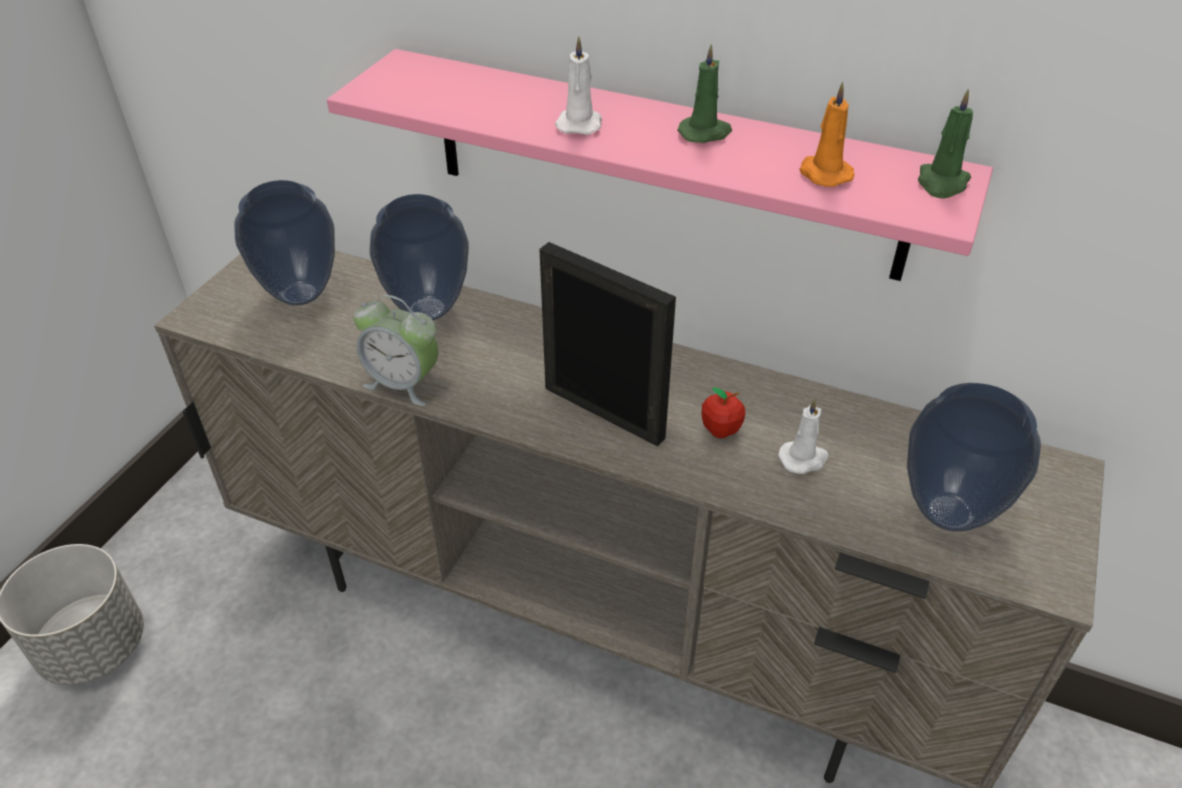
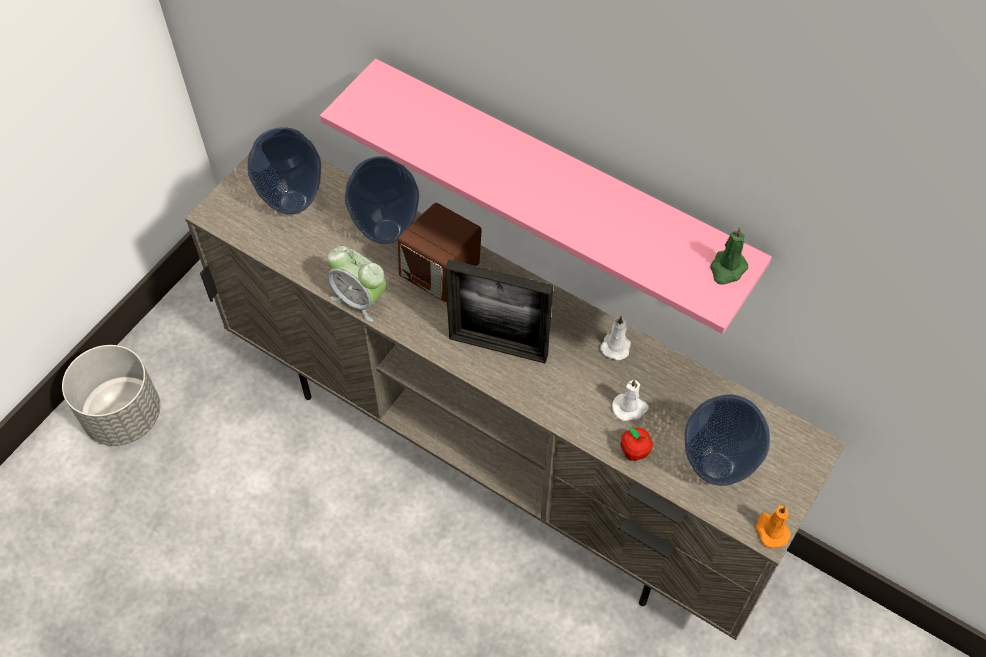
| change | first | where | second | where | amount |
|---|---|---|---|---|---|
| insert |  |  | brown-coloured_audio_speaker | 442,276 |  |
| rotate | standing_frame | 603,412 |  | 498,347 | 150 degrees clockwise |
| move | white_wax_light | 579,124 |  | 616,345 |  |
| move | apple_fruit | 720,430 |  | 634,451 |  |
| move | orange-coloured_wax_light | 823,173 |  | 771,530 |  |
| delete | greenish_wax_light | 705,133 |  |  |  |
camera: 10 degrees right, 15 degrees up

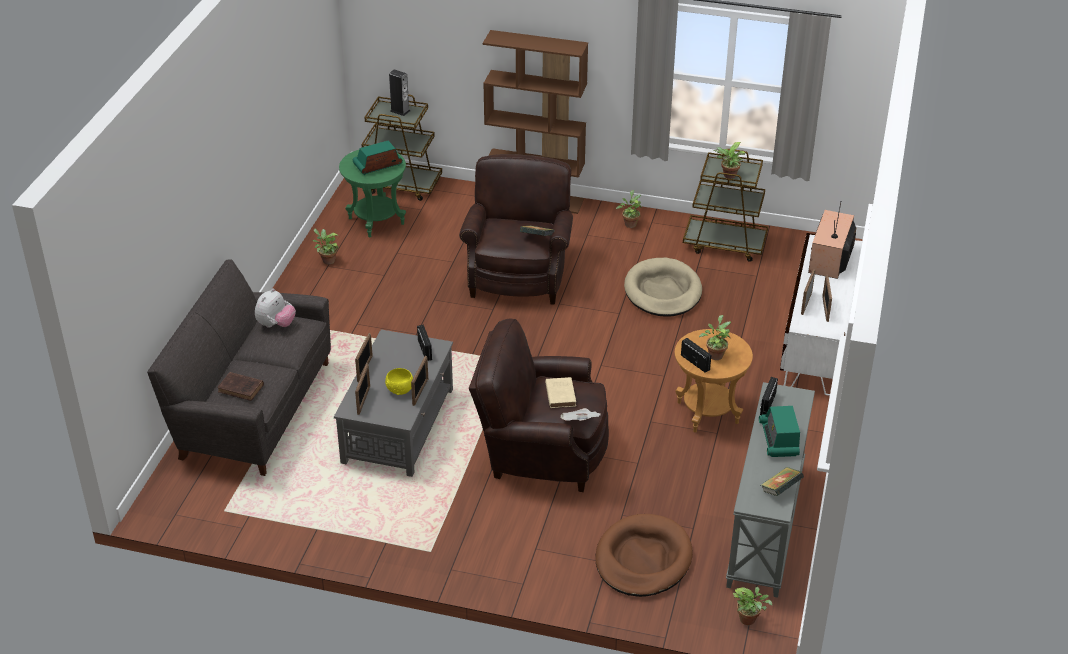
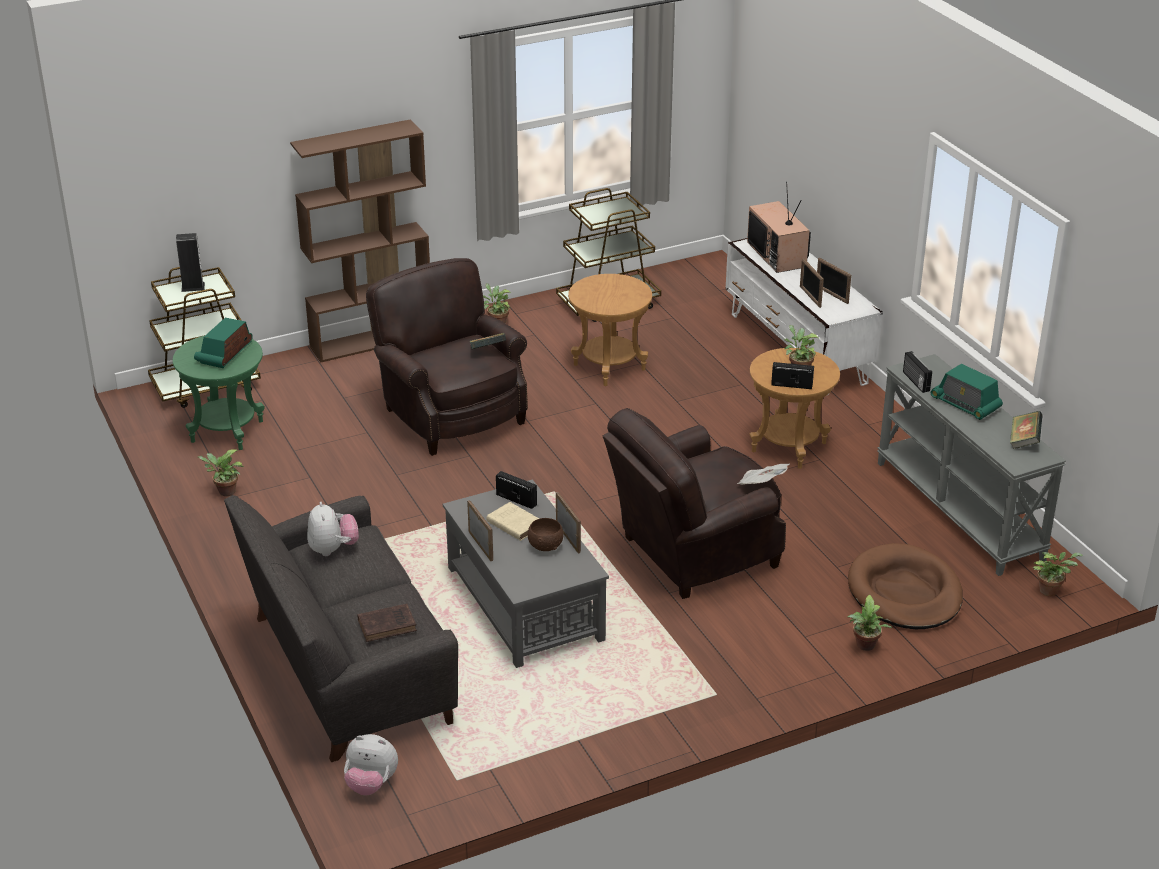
| change | first | where | second | where | amount |
|---|---|---|---|---|---|
| insert |  |  | soft_toy | 371,784 |  |
| move | beige-coloured_volume | 560,394 |  | 513,524 |  |
| recolor | yellowish_bowl | 400,390 | brown-coloured_bowl | 546,546 |  |
| replace | beige-coloured_dog_cushion | 662,291 | brown-coloured_side_table | 609,367 |  |
| move | plant_in_a_pot | 728,176 |  | 865,647 |  |
| delete | standing_frame | 363,400 |  |  |  |
camera: 40 degrees left, 5 degrees down

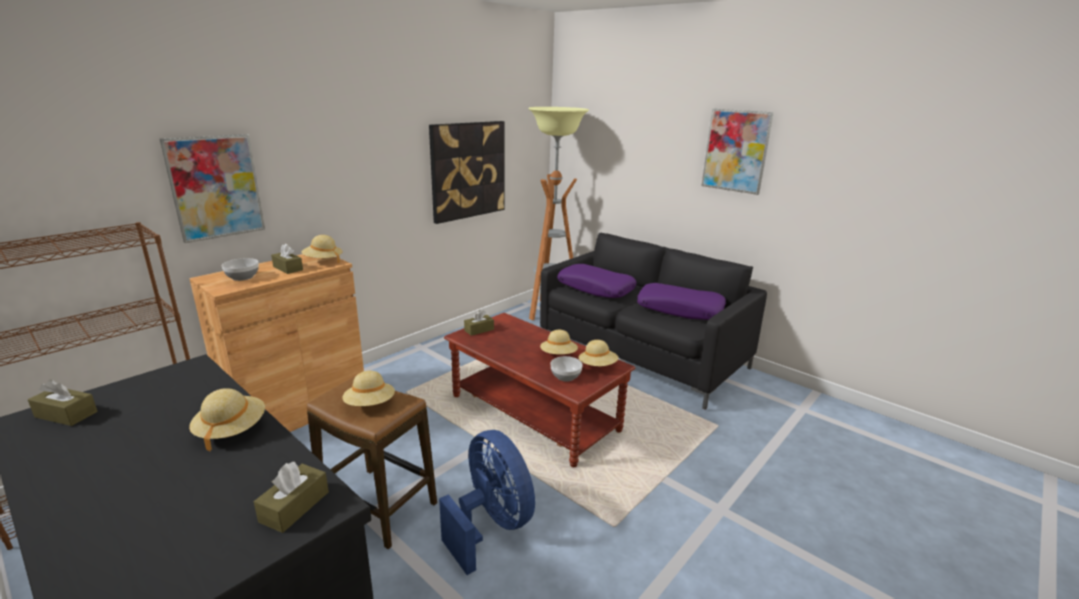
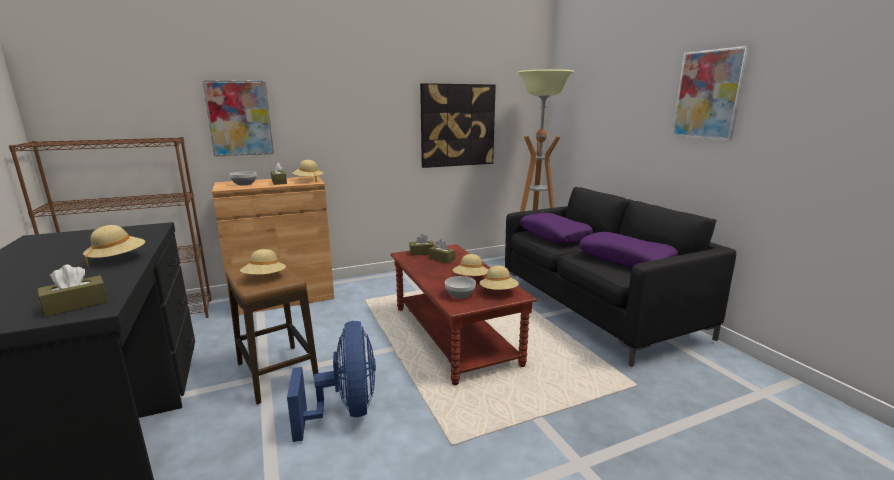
| change | first | where | second | where | amount |
|---|---|---|---|---|---|
| move | brown-coloured_box_of_tissues | 66,414 |  | 442,259 |  |
camera: 25 degrees right, 5 degrees down

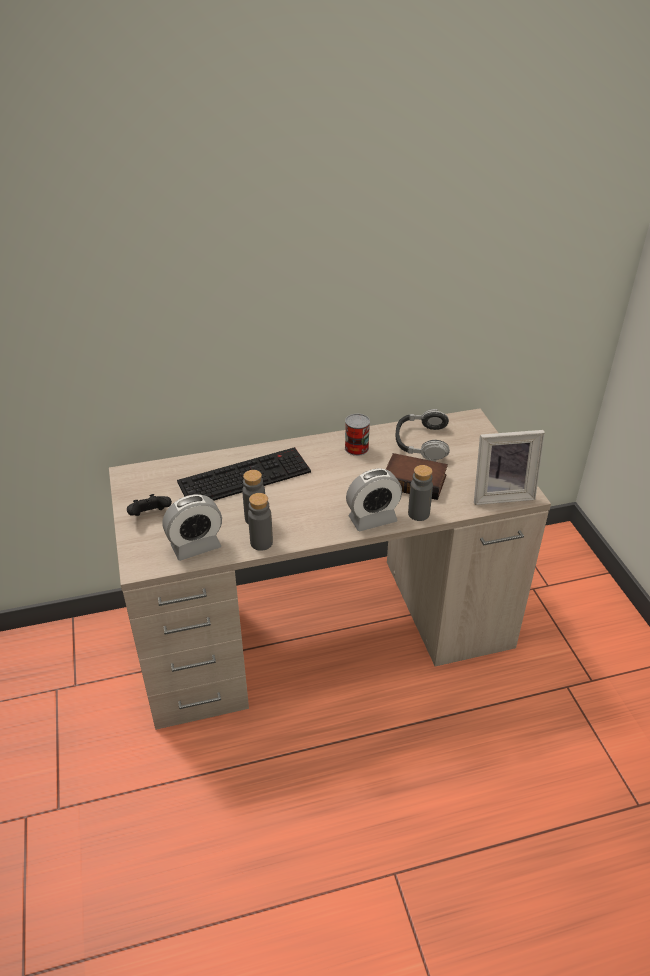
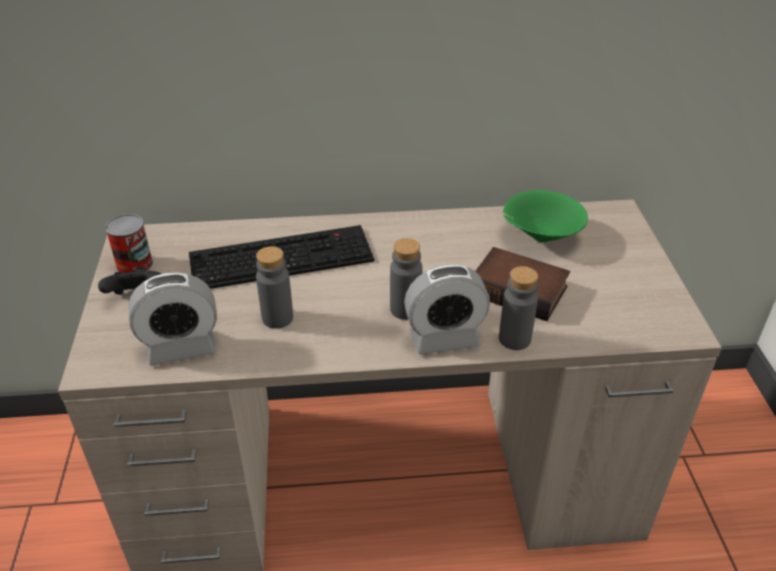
| change | first | where | second | where | amount |
|---|---|---|---|---|---|
| move | can | 356,448 |  | 134,265 |  |
| move | grey_drink_bottle | 261,542 |  | 405,309 |  |
| replace | pair_of_headphones | 421,442 | greenish_bowl | 540,237 |  |
| delete | standing_frame | 501,494 |  |  |  |
camera: 10 degrees right, 0 degrees up

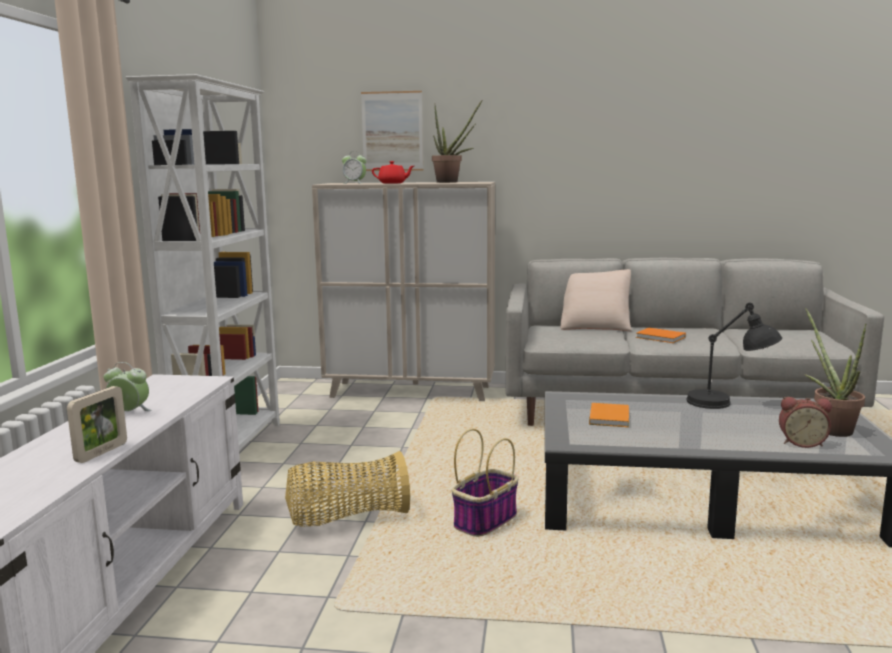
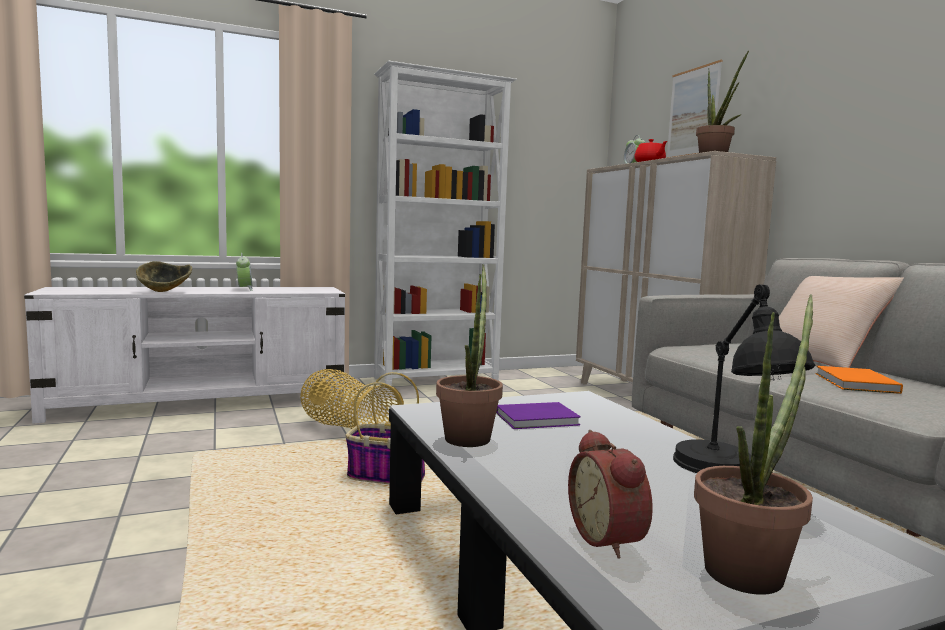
| change | first | where | second | where | amount |
|---|---|---|---|---|---|
| replace | standing_frame | 101,452 | bowl | 165,292 |  |
| insert |  |  | plant_in_a_pot | 469,436 |  |
| recolor | orange-coloured_volume | 610,417 | purplish_volume | 539,419 |  |
camera: 60 degrees right, 5 degrees down

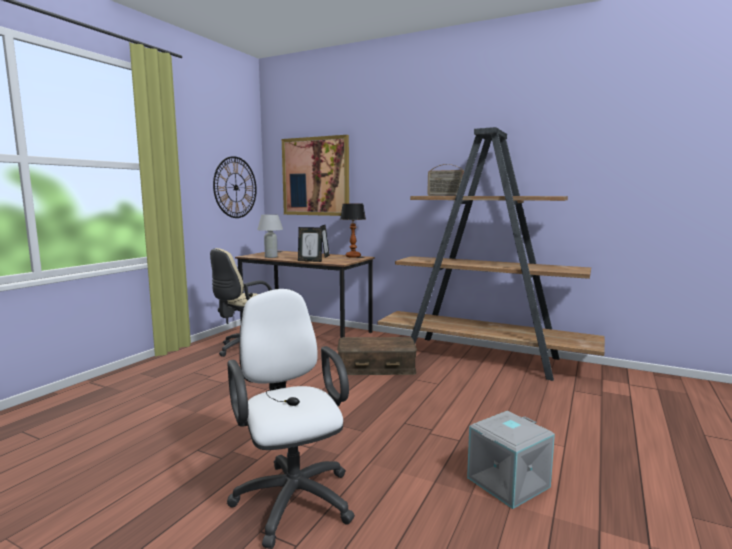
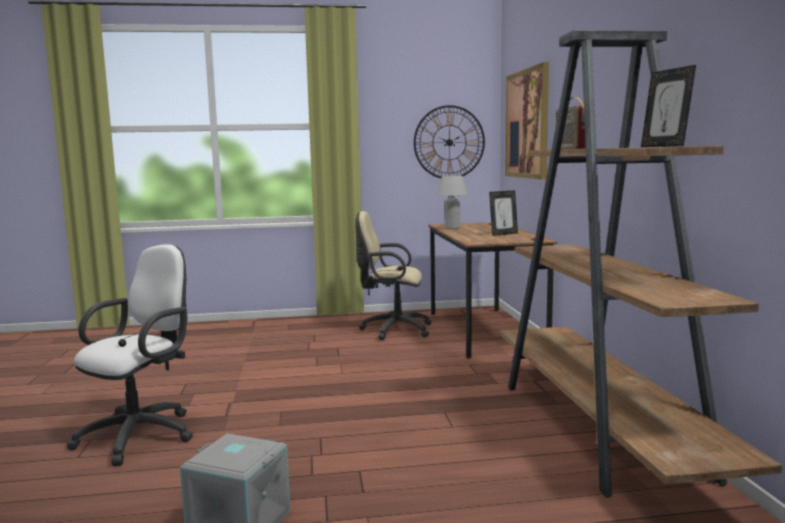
| change | first | where | second | where | amount |
|---|---|---|---|---|---|
| move | standing_frame | 310,261 |  | 664,146 |  |
| delete | brown-coloured_storage_container | 376,367 |  |  |  |
| delete | lamp_for_a_table | 352,256 |  |  |  |
camera: 55 degrees right, 0 degrees up

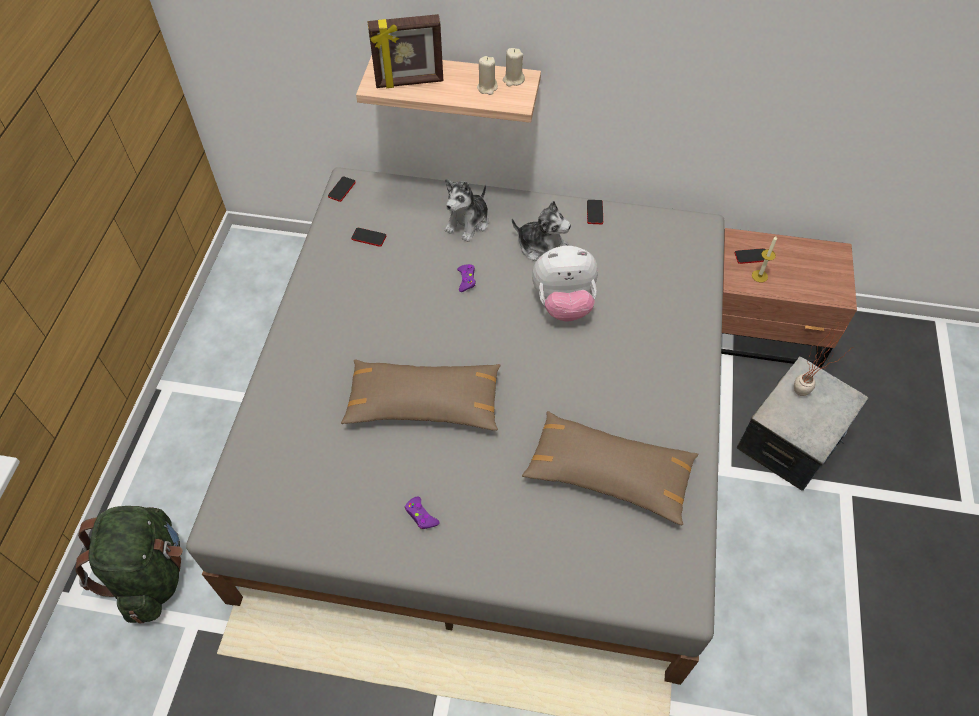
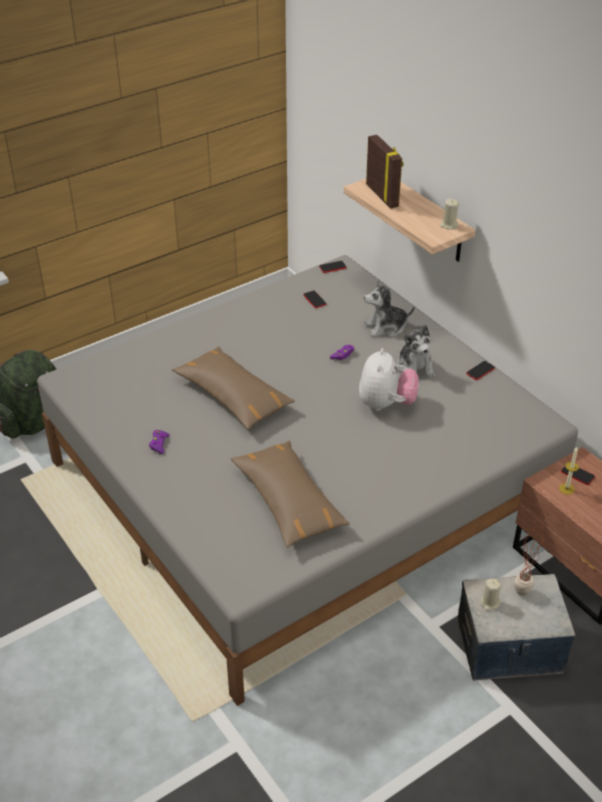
| change | first | where | second | where | amount |
|---|---|---|---|---|---|
| rotate | soft_toy | 563,304 |  | 386,404 | 120 degrees counterclockwise |
| rotate | standing_frame | 409,82 |  | 383,195 | 150 degrees counterclockwise |
| move | beige-coloured_wax_light | 487,88 |  | 489,603 |  |
camera: 45 degrees right, 15 degrees down

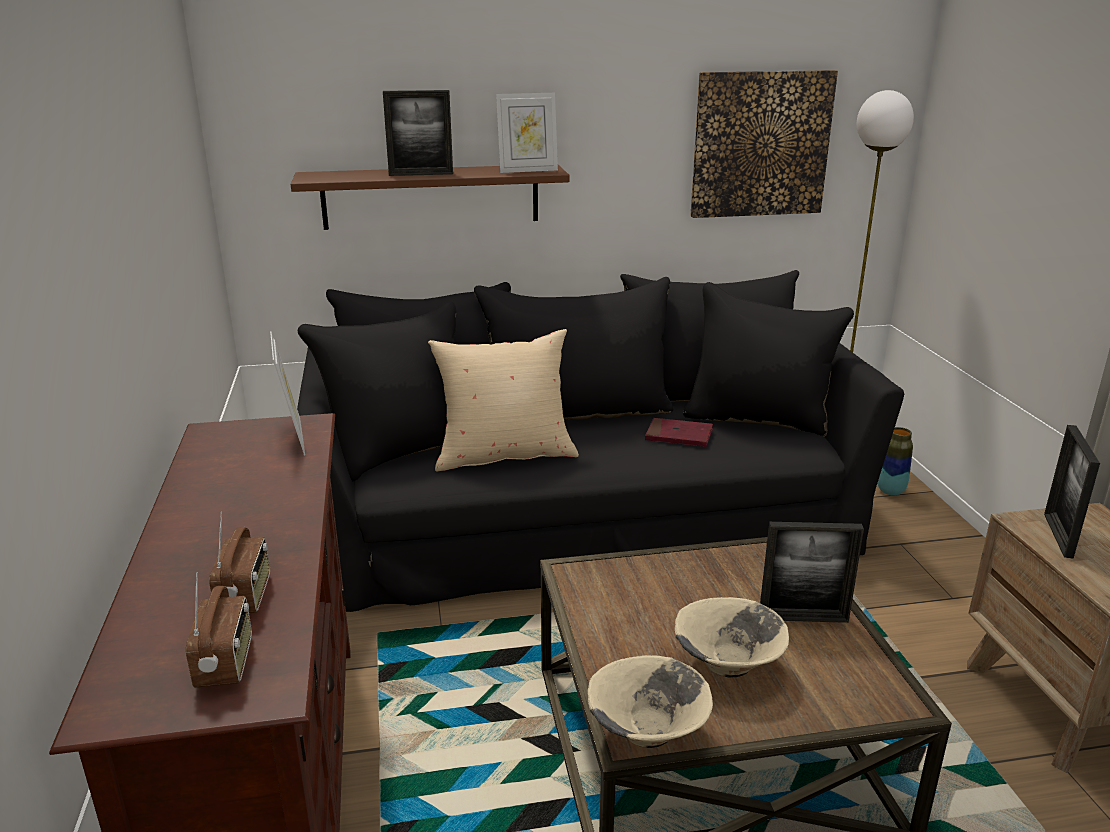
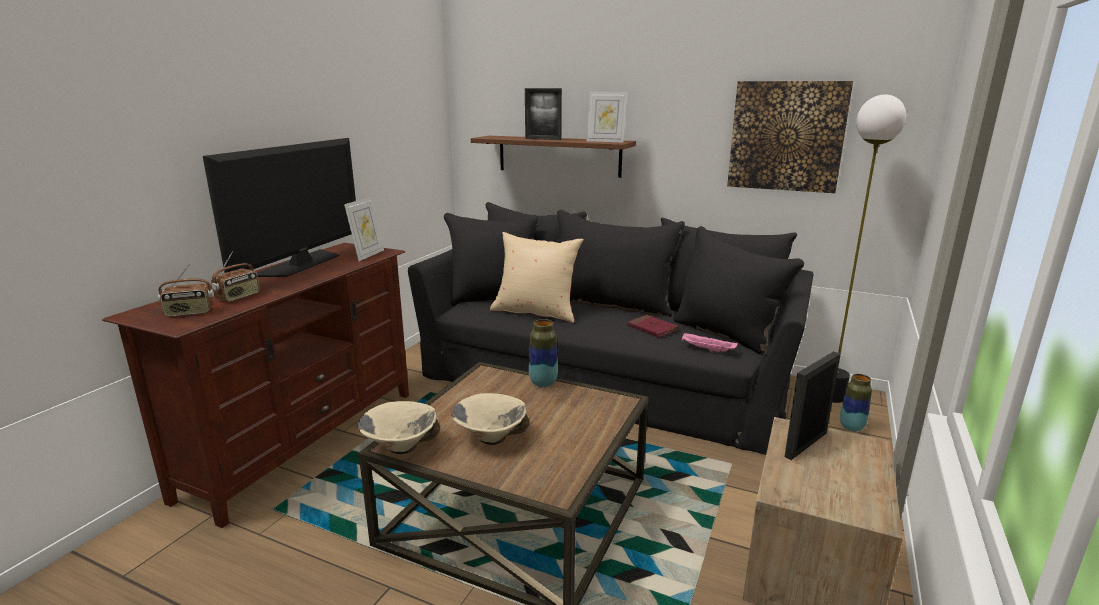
| change | first | where | second | where | amount |
|---|---|---|---|---|---|
| rotate | radio_set | 226,663 |  | 189,313 | 45 degrees clockwise |
| insert |  |  | television | 301,264 |  |
| insert |  |  | flower_vase | 543,383 |  |
| insert |  |  | pink_serving_tray | 707,350 |  |
| delete | standing_frame | 803,618 |  |  |  |
camera: 35 degrees right, 5 degrees down

